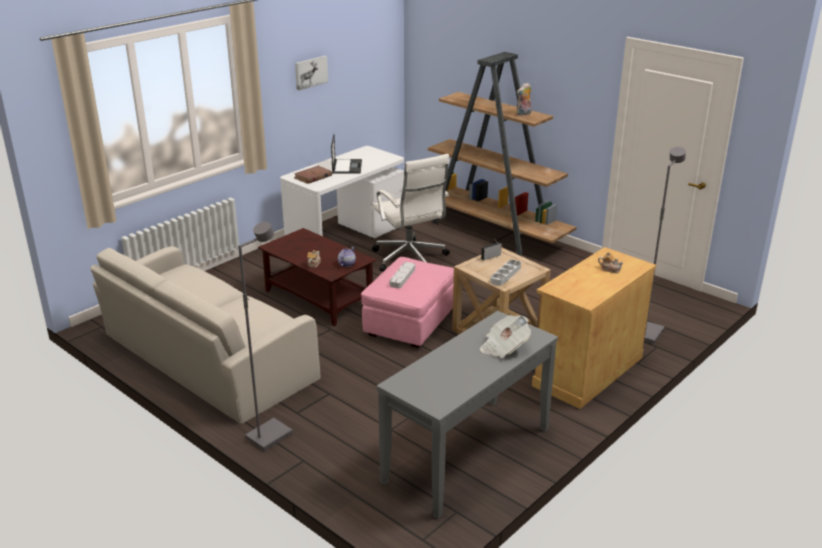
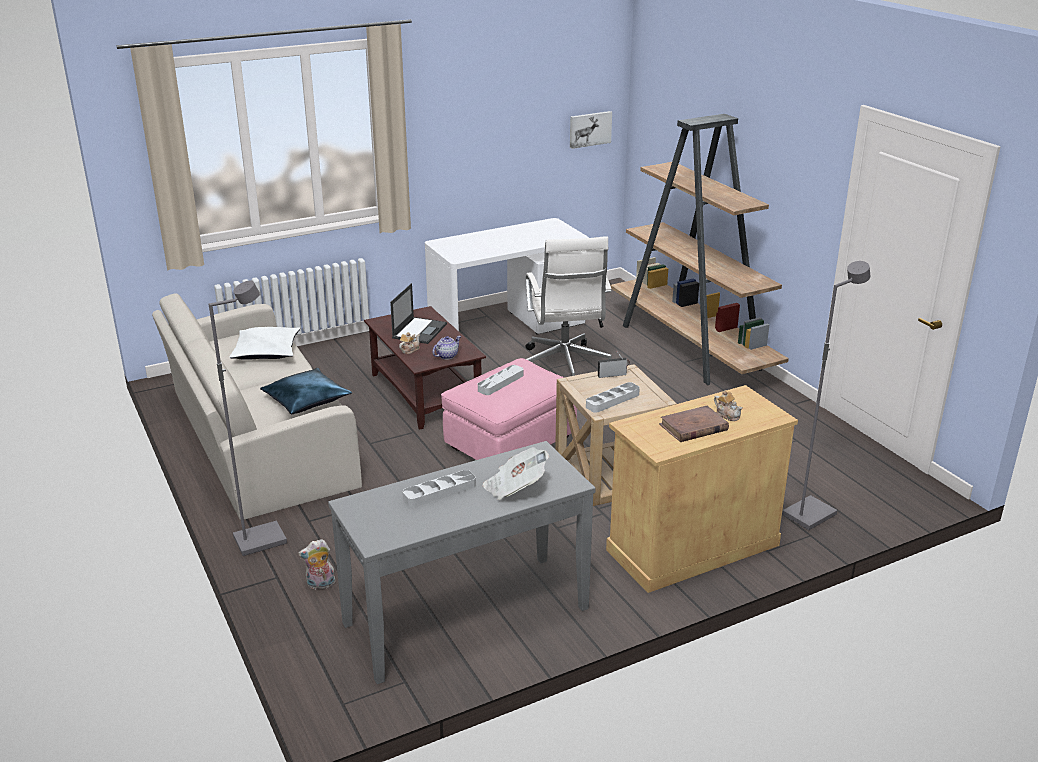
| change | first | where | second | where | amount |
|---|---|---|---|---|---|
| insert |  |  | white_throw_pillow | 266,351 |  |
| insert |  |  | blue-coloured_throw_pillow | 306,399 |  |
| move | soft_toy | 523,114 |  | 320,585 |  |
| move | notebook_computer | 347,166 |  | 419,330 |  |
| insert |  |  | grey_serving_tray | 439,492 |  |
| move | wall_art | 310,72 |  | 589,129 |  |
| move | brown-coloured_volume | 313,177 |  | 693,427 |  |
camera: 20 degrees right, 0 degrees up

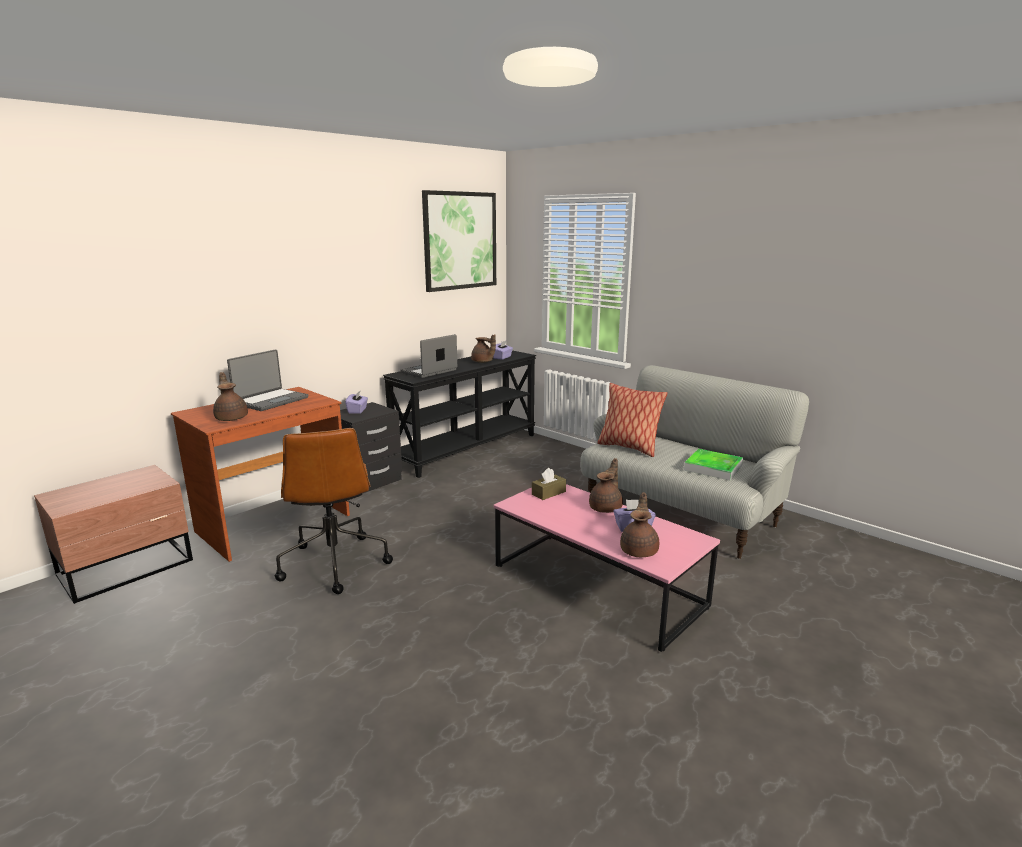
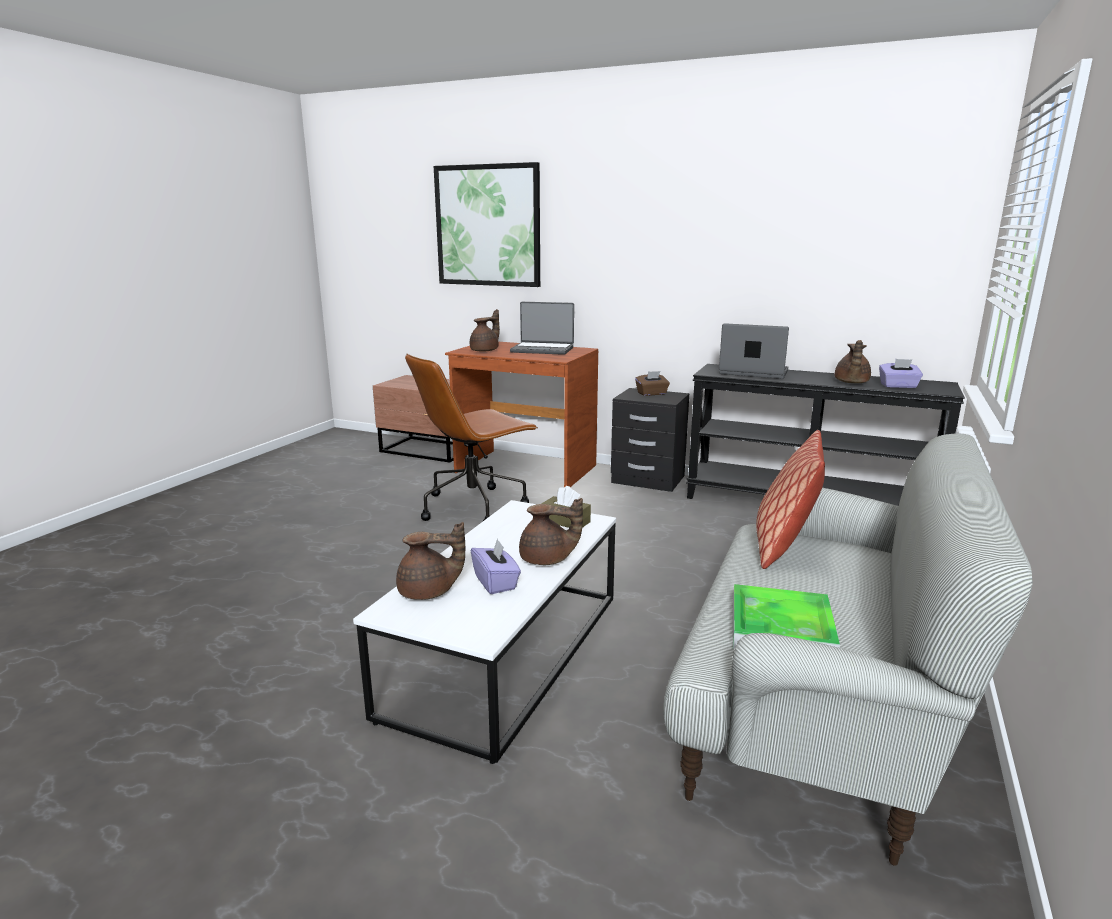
| change | first | where | second | where | amount |
|---|---|---|---|---|---|
| recolor | pink_lounge_table | 597,586 | white_lounge_table | 506,653 |  |
| move | wall_art | 460,241 |  | 488,226 |  |
| recolor | purplish_box_of_tissues | 357,410 | brown-coloured_box_of_tissues | 652,393 |  |
camera: 70 degrees right, 0 degrees up

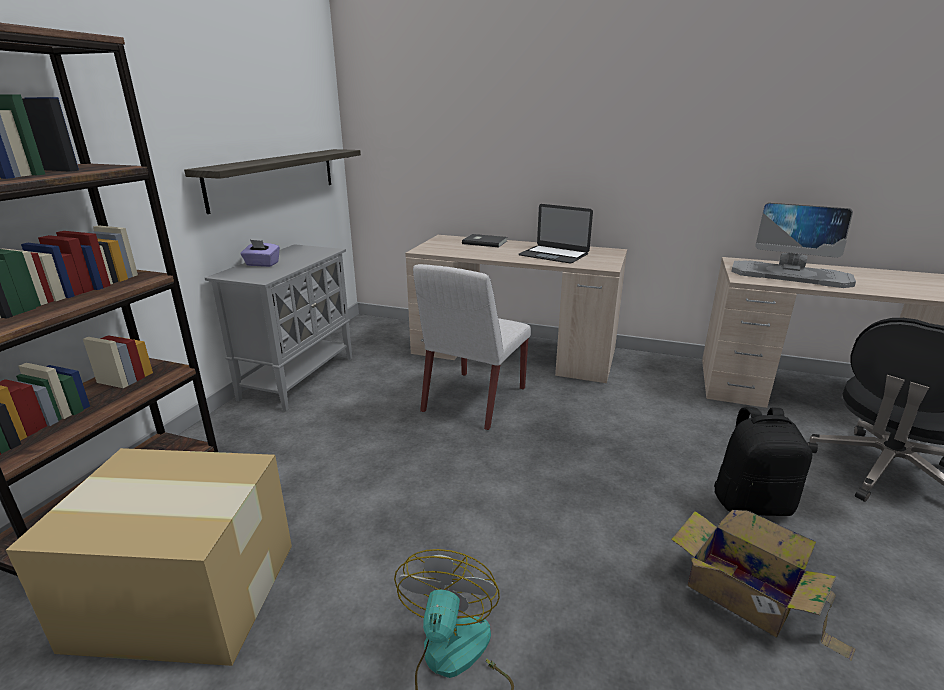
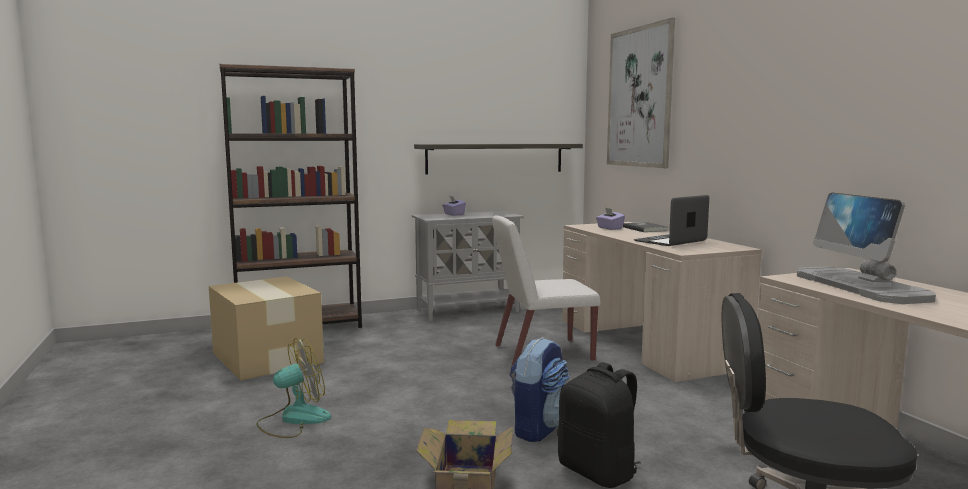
| change | first | where | second | where | amount |
|---|---|---|---|---|---|
| insert |  |  | knapsack | 538,428 |  |
| insert |  |  | purplish_box_of_tissues | 609,228 |  |
| insert |  |  | wall_art | 639,97 |  |
| rotate | notebook_computer | 553,254 |  | 670,241 | 60 degrees clockwise |
camera: 50 degrees right, 15 degrees down

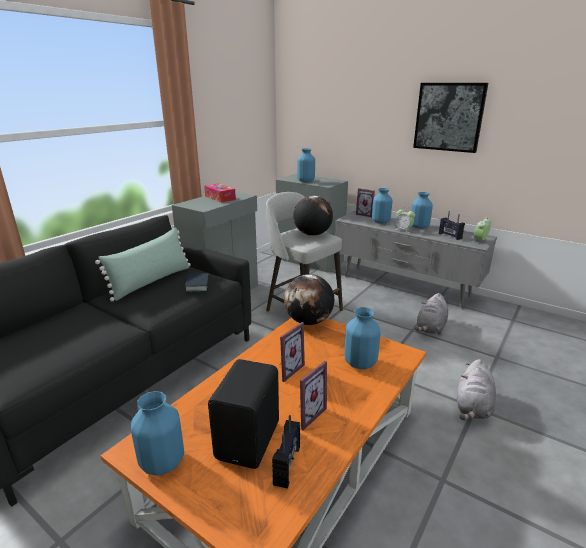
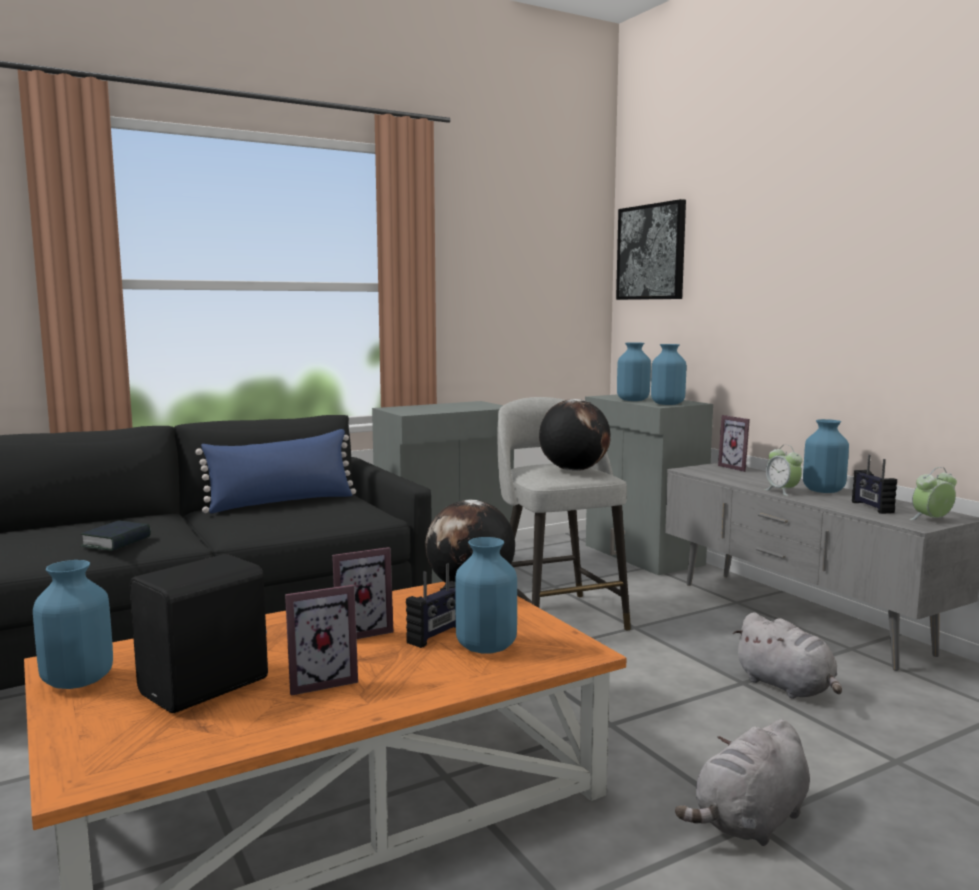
| change | first | where | second | where | amount |
|---|---|---|---|---|---|
| move | volume | 198,286 |  | 116,542 |  |
| recolor | greenish_throw_pillow | 152,281 | blue-coloured_throw_pillow | 282,502 |  |
| move | radio_set | 287,465 |  | 437,635 |  |
| move | wall_art | 449,117 |  | 651,252 |  |
| move | blue-coloured_flower_vase | 380,222 |  | 667,404 |  |
| rotate | grey_soft_toy | 430,328 |  | 787,687 | 90 degrees counterclockwise |
| delete | box_of_tissues | 220,198 |  |  |  |
camera: 25 degrees right, 15 degrees down

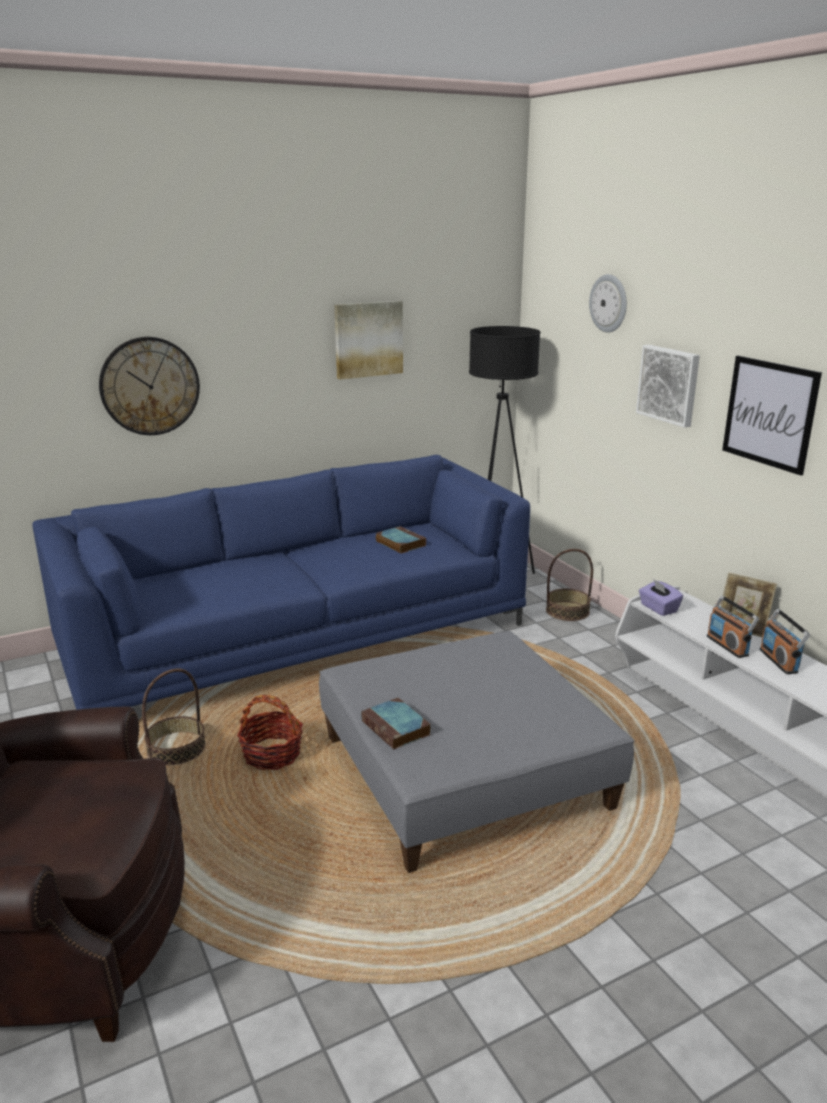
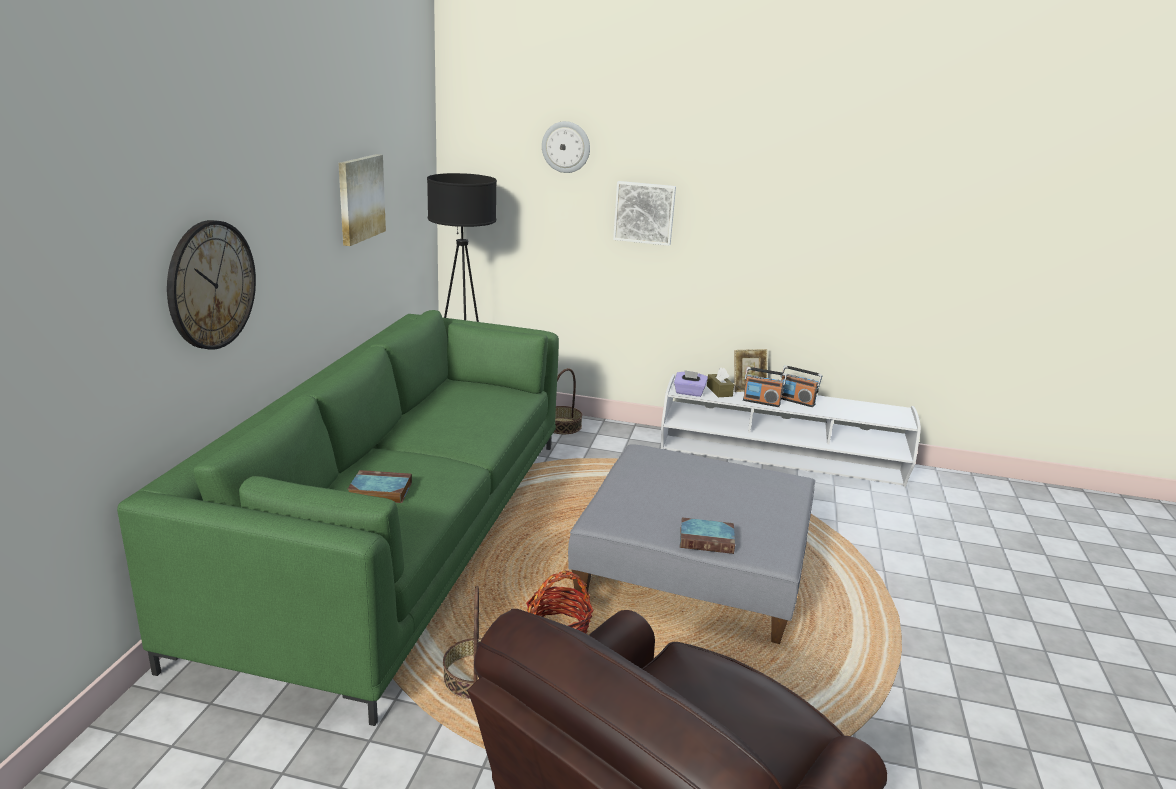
| change | first | where | second | where | amount |
|---|---|---|---|---|---|
| recolor | blue-coloured_couch | 297,638 | greenish_couch | 399,535 |  |
| move | volume | 399,543 |  | 379,491 |  |
| insert |  |  | brown-coloured_box_of_tissues | 719,391 |  |
| delete | wall_art | 769,413 |  |  |  |
camera: 50 degrees left, 0 degrees up

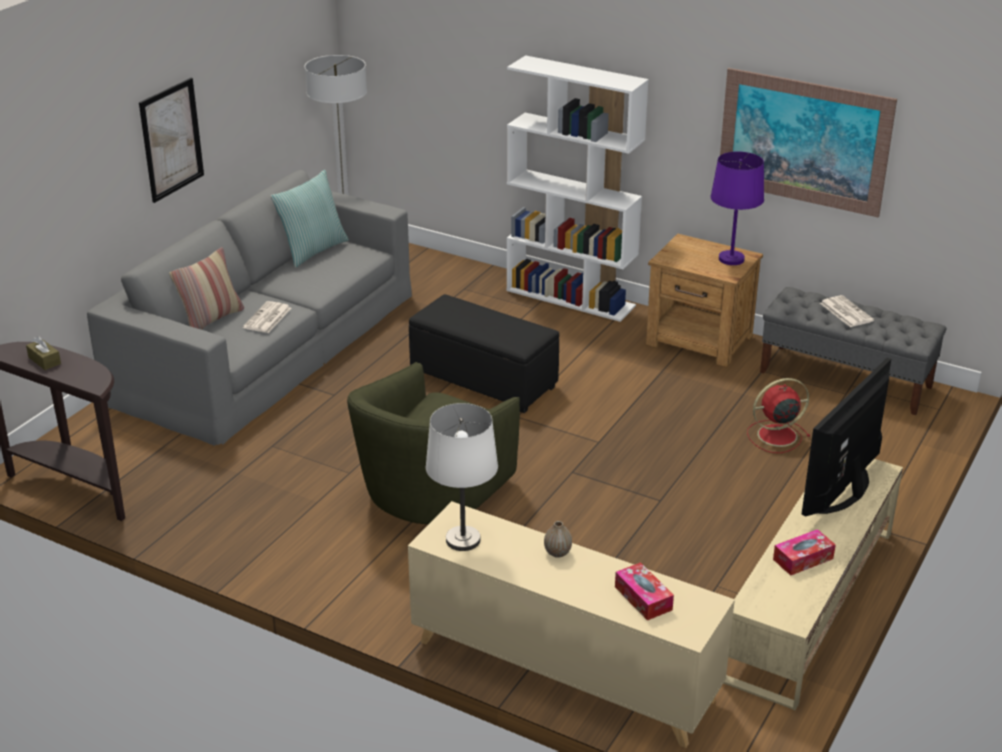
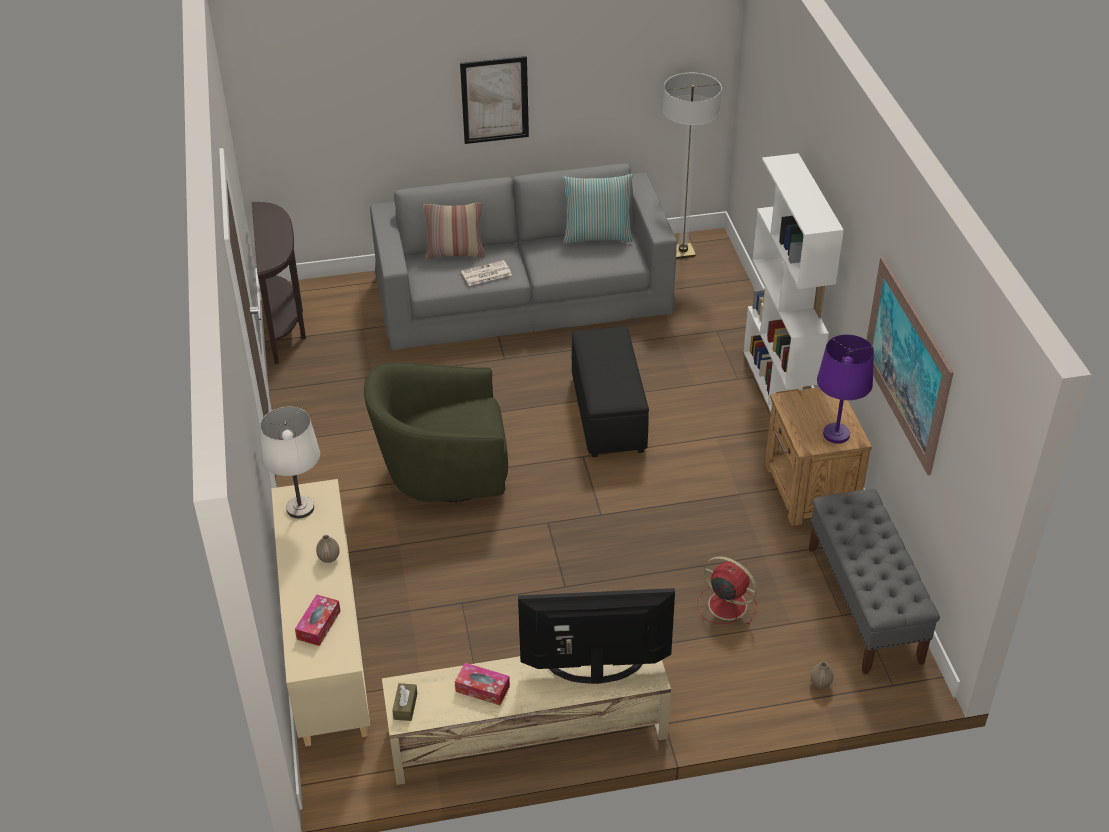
| change | first | where | second | where | amount |
|---|---|---|---|---|---|
| move | brown-coloured_box_of_tissues | 44,360 |  | 405,706 |  |
| insert |  |  | flower_vase | 820,683 |  |
| delete | printed_paper | 845,312 |  |  |  |
camera: 50 degrees right, 10 degrees up

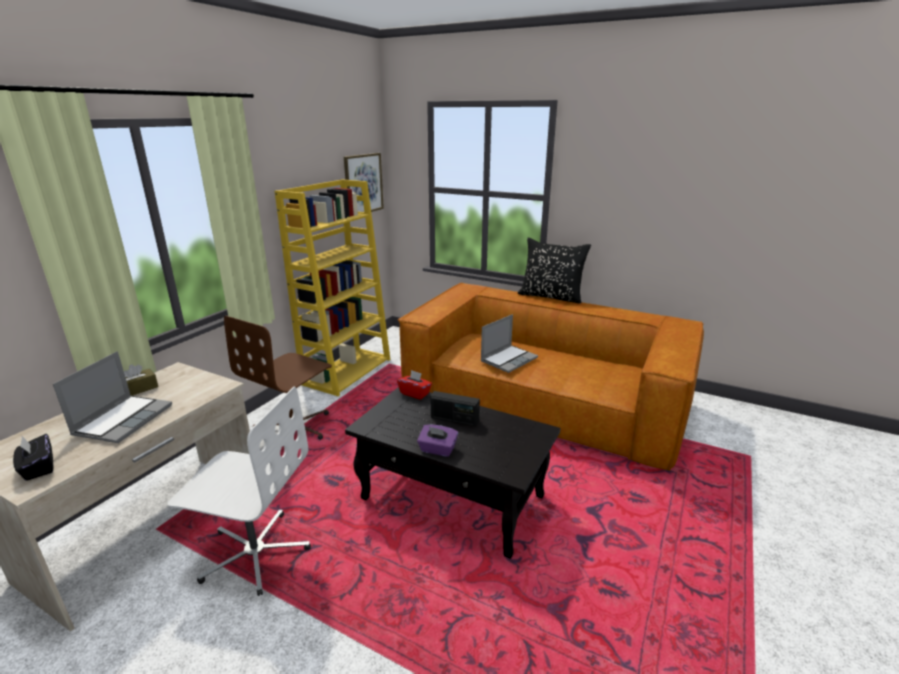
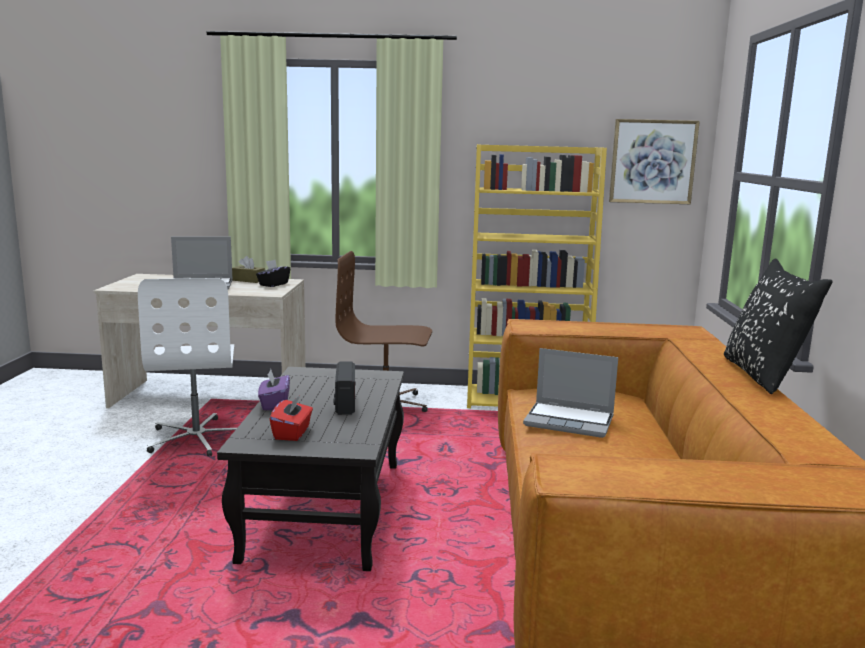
| change | first | where | second | where | amount |
|---|---|---|---|---|---|
| move | black_box_of_tissues | 38,468 |  | 273,284 |  |
| move | red_box_of_tissues | 415,393 |  | 292,433 |  |
camera: 65 degrees right, 10 degrees down

